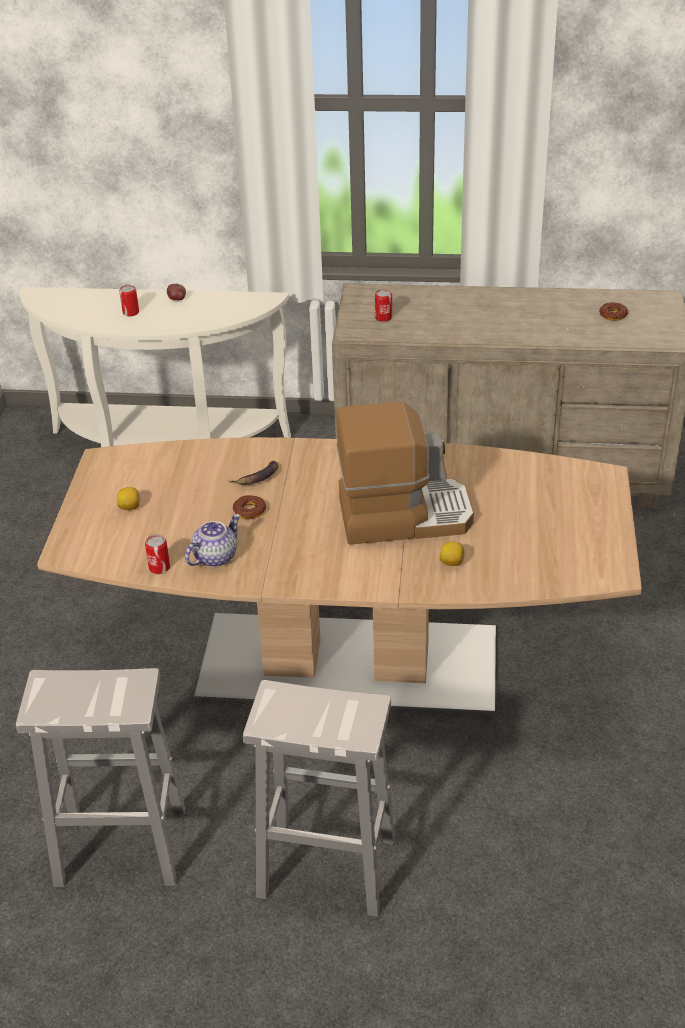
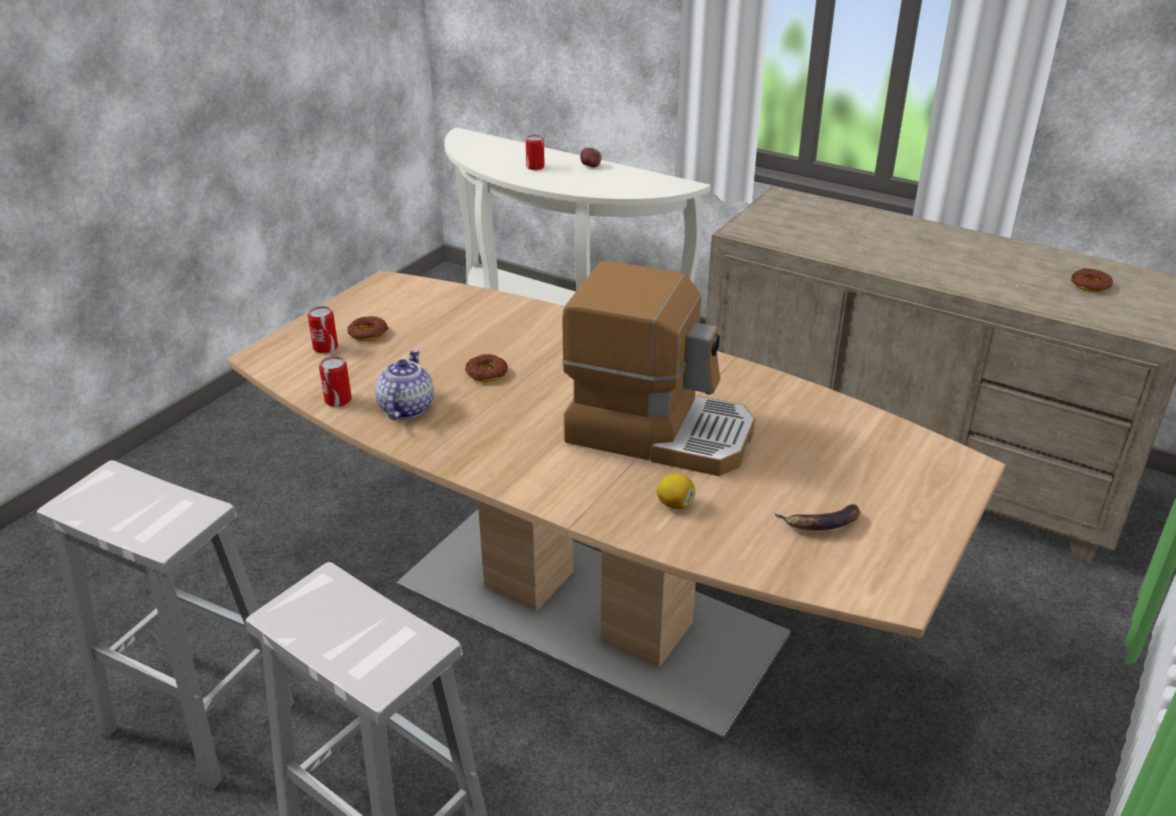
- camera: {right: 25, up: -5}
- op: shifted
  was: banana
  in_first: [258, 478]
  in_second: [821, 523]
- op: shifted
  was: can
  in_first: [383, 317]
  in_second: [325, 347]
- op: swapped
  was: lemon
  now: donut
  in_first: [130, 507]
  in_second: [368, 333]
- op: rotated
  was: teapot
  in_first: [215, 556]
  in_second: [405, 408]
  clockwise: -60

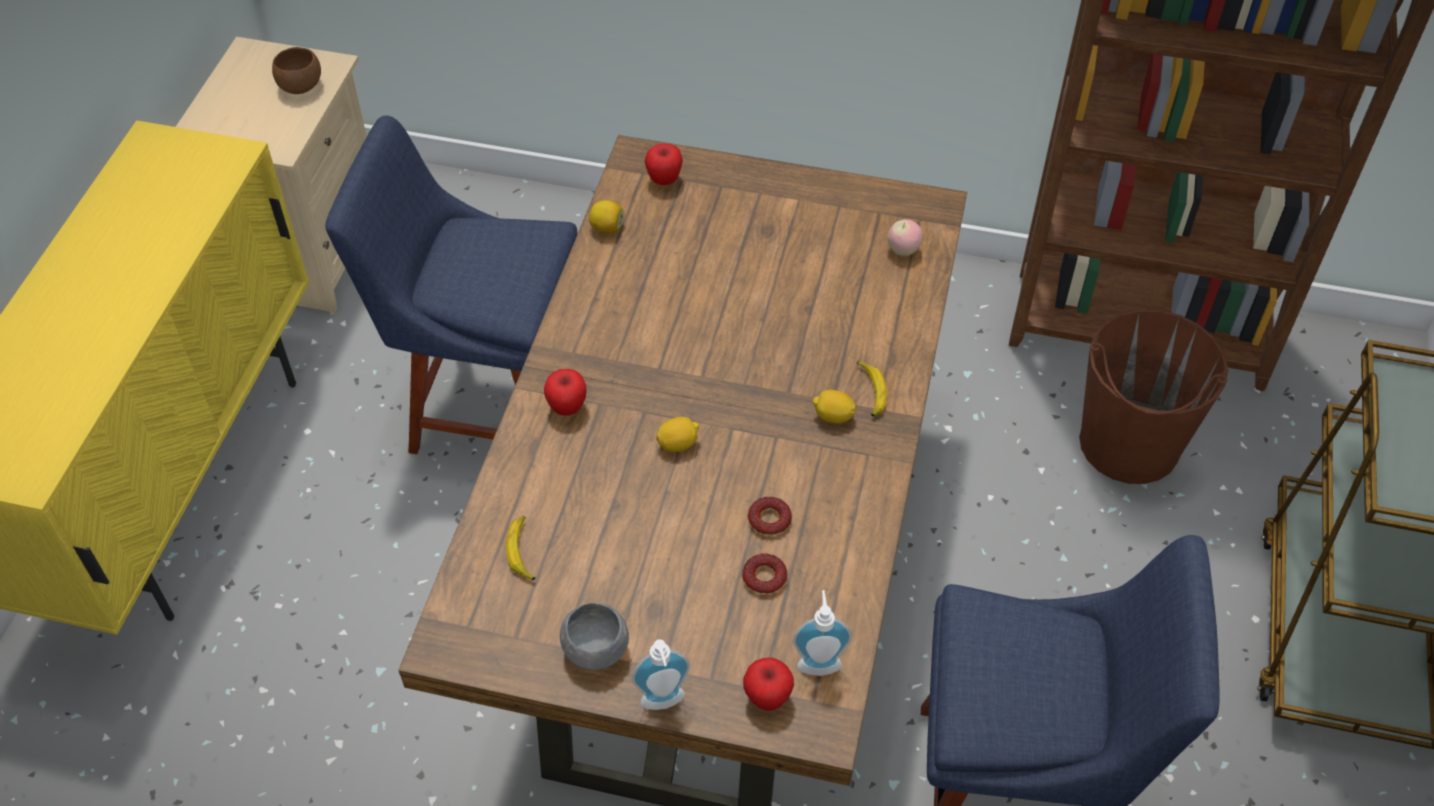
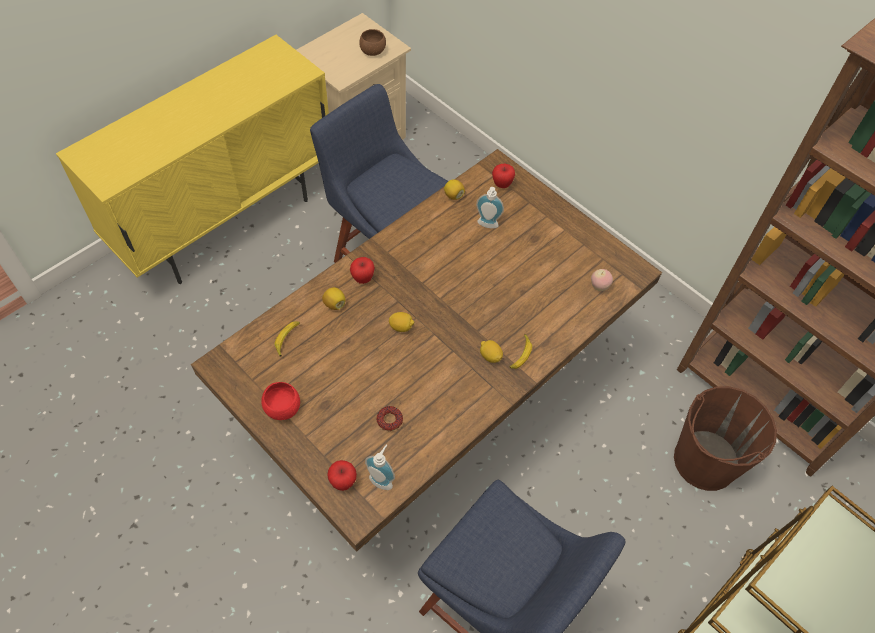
- camera: {right: 30, up: 5}
- op: gone
  was: donut
  in_first: [769, 520]
- op: new
  now: lemon
  in_second: [334, 304]
- op: shifted
  was: soap dispenser
  in_first: [664, 704]
  in_second: [487, 225]
- op: repainted
  was: grey bowl
  now: red bowl
  in_first: [596, 650]
  in_second: [282, 408]

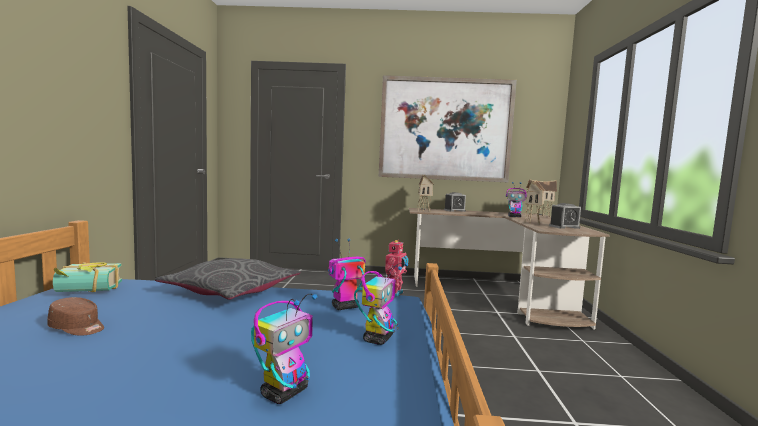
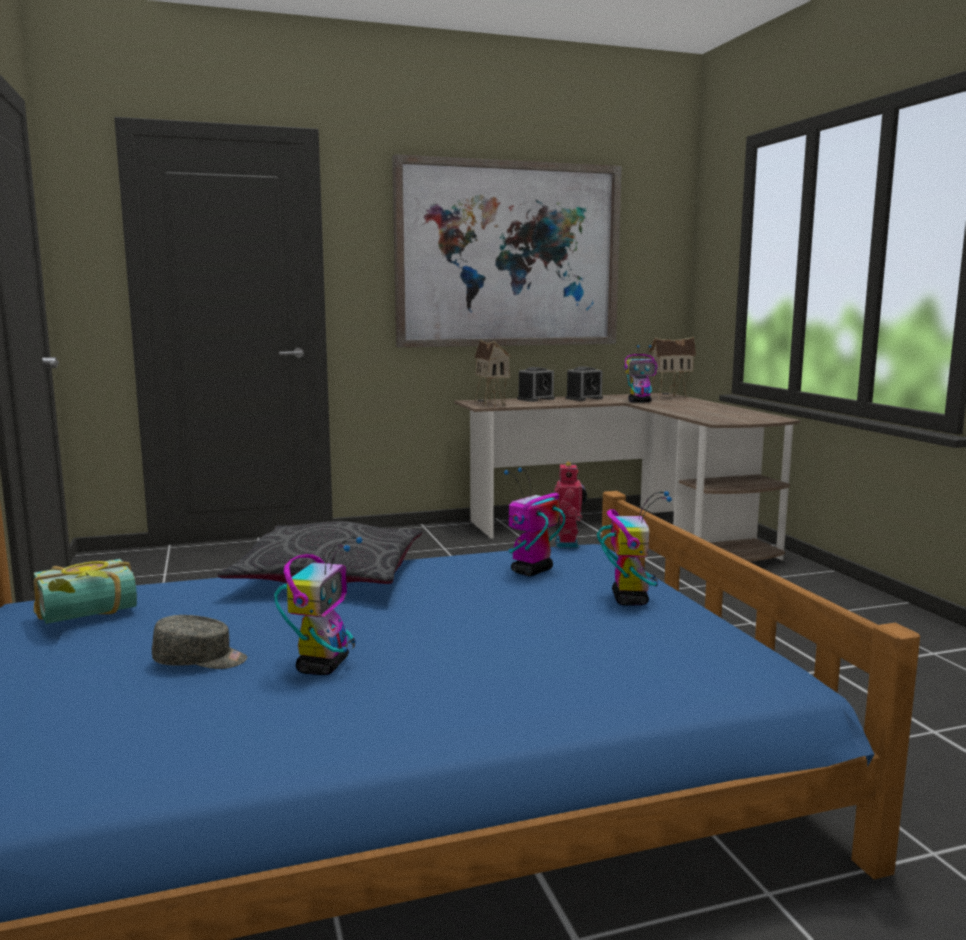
- camera: {right: -20, up: 5}
- op: gone
  was: toy house
  in_first: [534, 222]
- op: shifted
  was: toy robot
  in_first: [285, 392]
  in_second: [323, 665]
- op: shifted
  was: alarm clock
  in_first: [564, 227]
  in_second: [584, 398]
- op: repainted
  was: brown cap
  now: grey cap
  in_first: [78, 328]
  in_second: [200, 661]

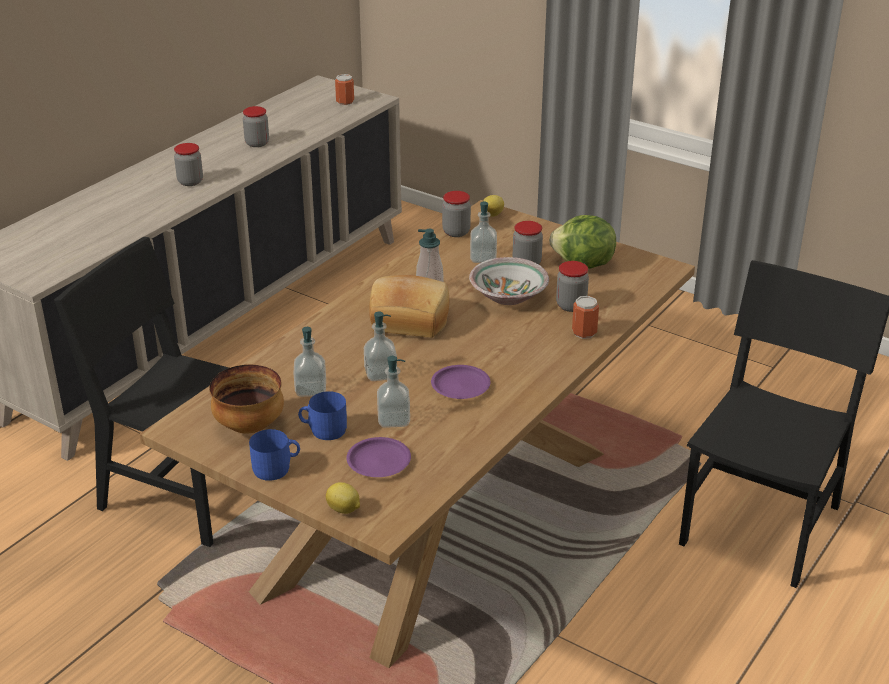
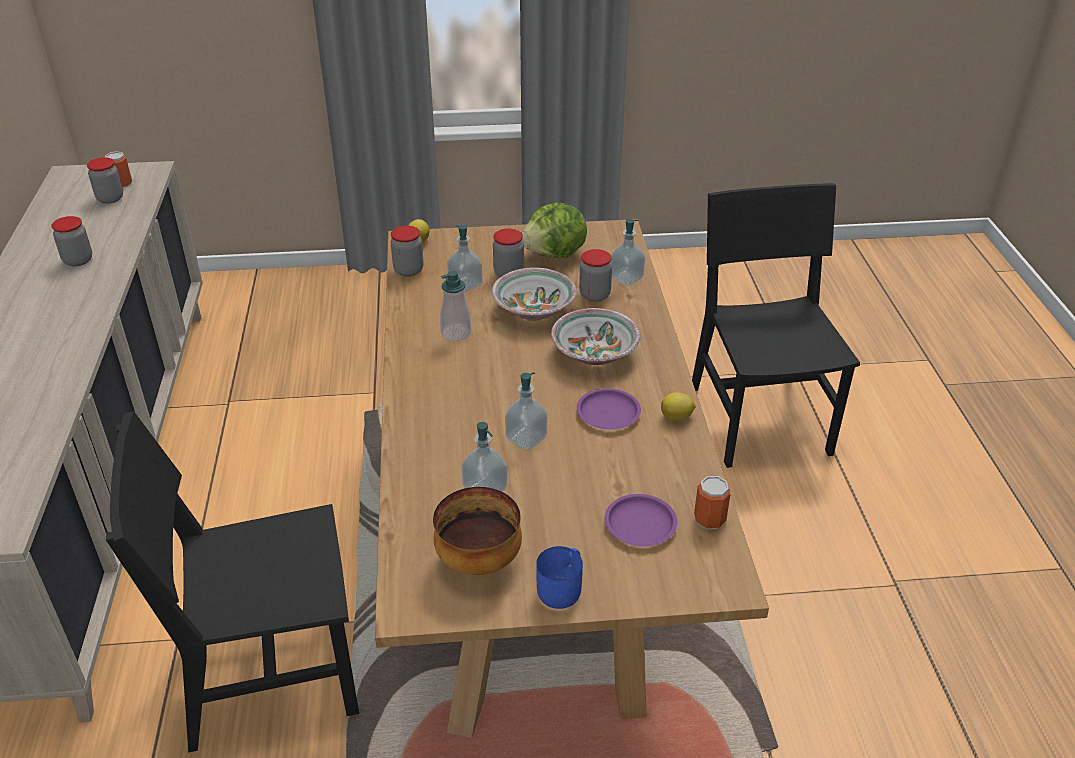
- camera: {right: -40, up: 5}
- op: gone
  was: blue mug
  in_first: [323, 429]
- op: gone
  was: bread
  in_first: [410, 319]
- op: new
  now: bowl
  in_second: [594, 354]
- op: shifted
  was: jar
  in_first: [190, 182]
  in_second: [110, 198]
- op: shifted
  was: lemon
  in_first: [344, 510]
  in_second: [677, 417]
- op: shifted
  was: soap dispenser
  in_first: [393, 420]
  in_second: [626, 278]
- op: shifted
  was: can
  in_first: [584, 332]
  in_second: [709, 519]

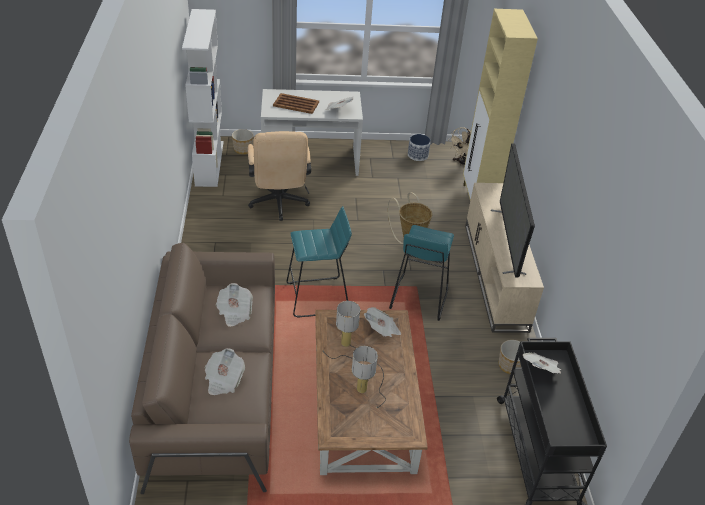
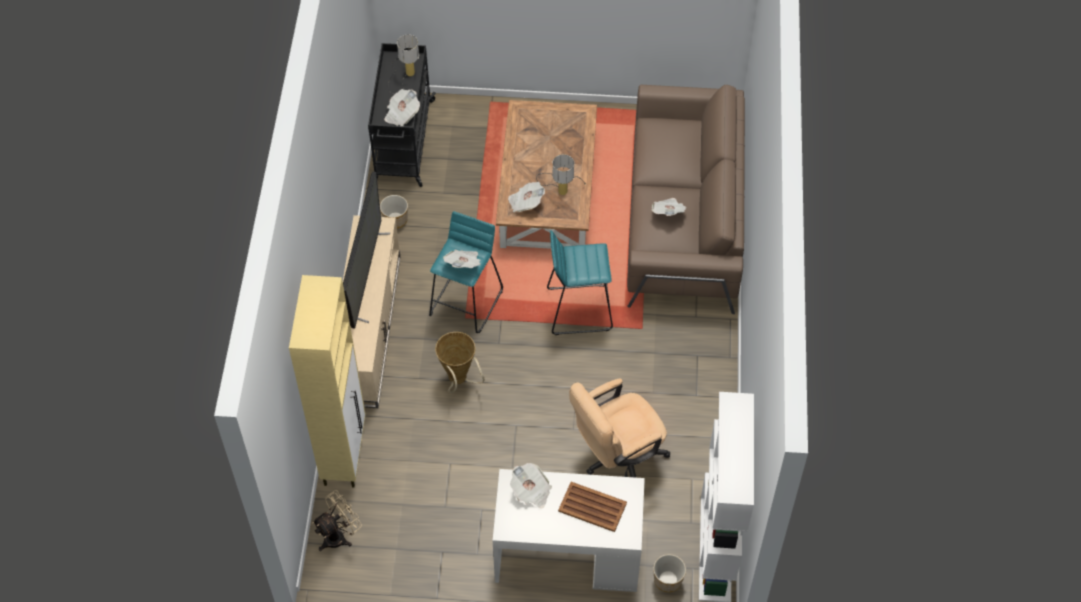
- camera: {right: -170, up: 15}
- op: gone
  was: planter
  in_first: [417, 155]
- op: shifted
  was: newspaper
  in_first: [223, 380]
  in_second: [464, 264]
- op: shifted
  was: table lamp
  in_first: [367, 386]
  in_second: [404, 74]
- op: rotated
  was: beige office chair
  in_first: [279, 205]
  in_second: [617, 457]
  clockwise: -120

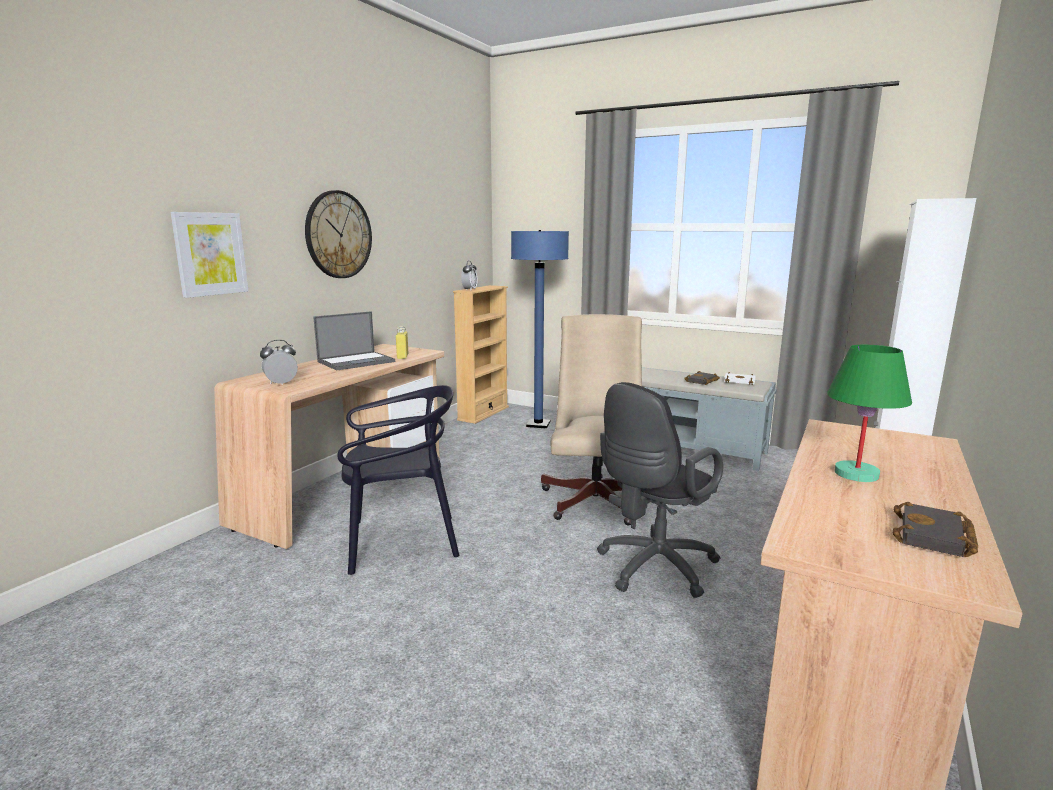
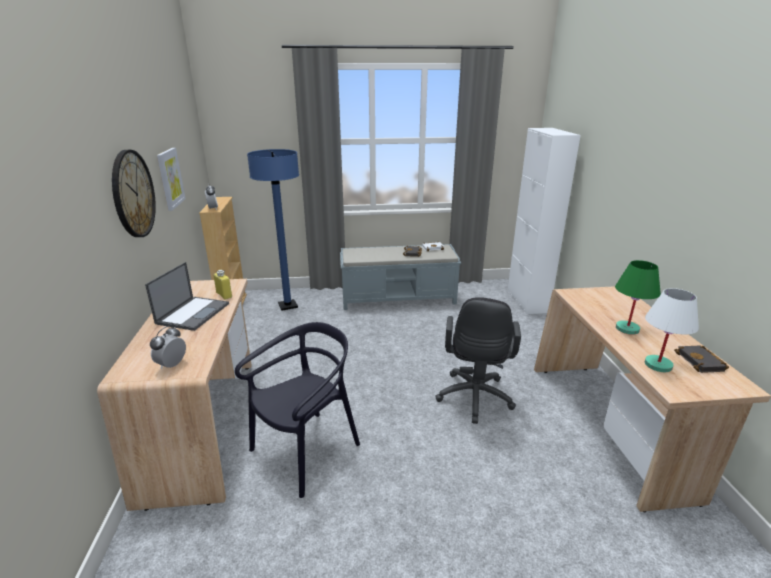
- camera: {right: -35, up: 10}
- op: gone
  was: beige office chair
  in_first: [597, 497]
- op: new
  now: white table lamp
  in_second: [658, 364]
- op: shifted
  was: picture
  in_first: [210, 254]
  in_second: [170, 178]

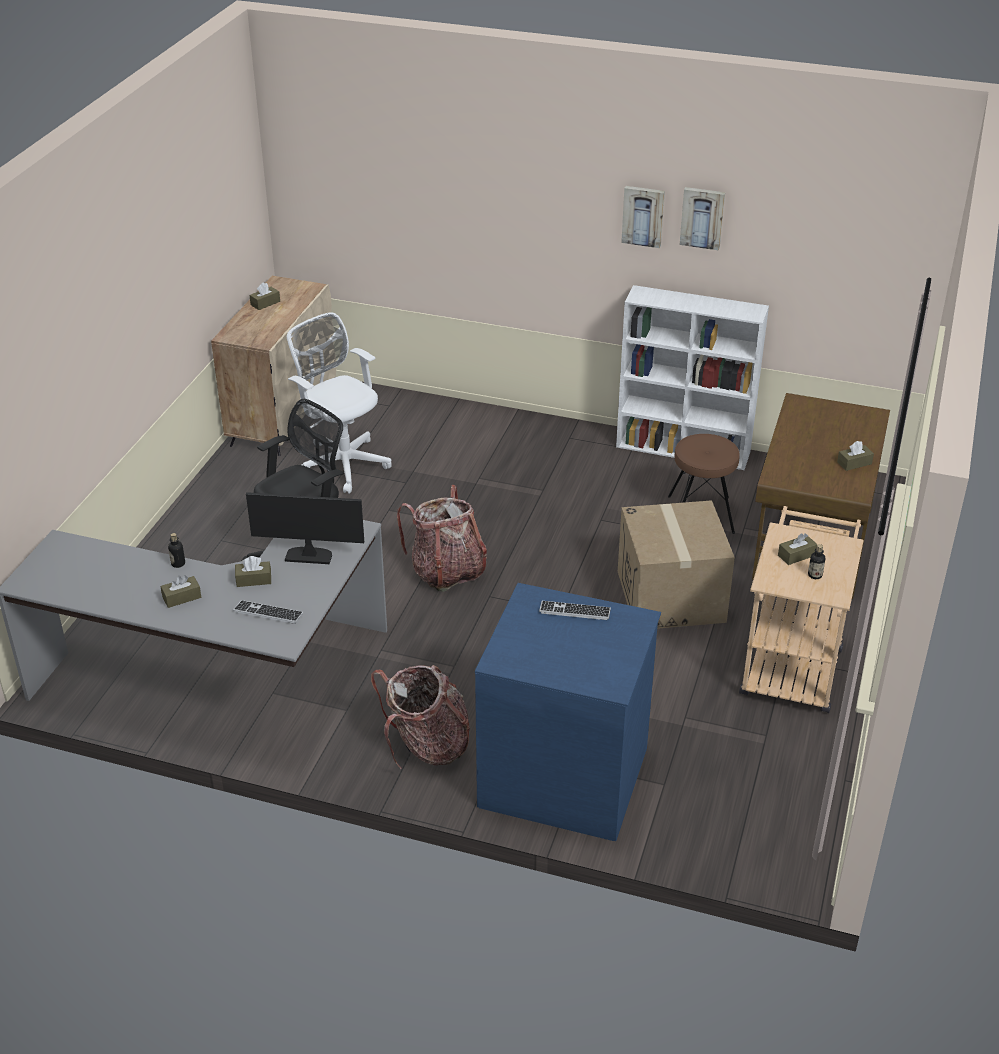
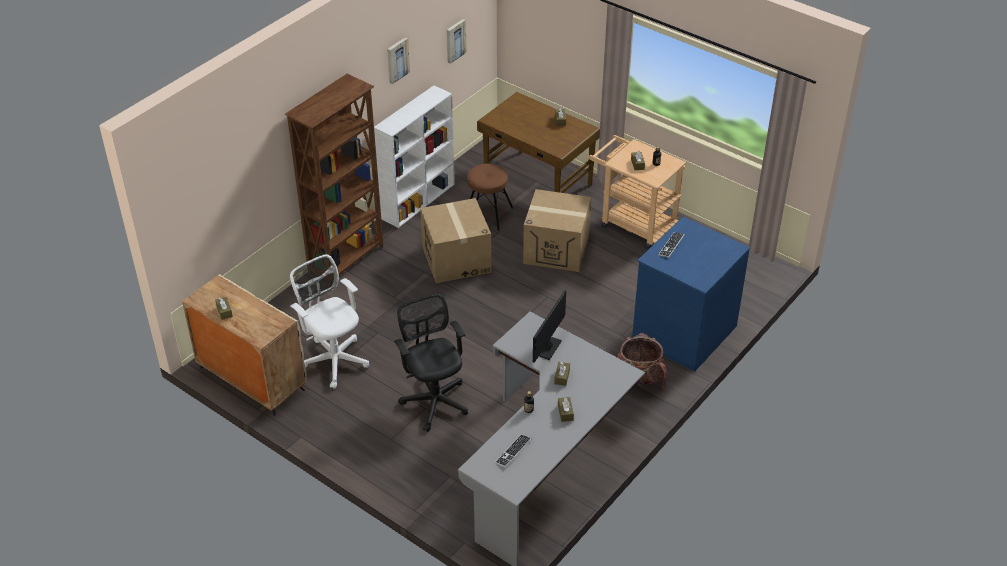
- camera: {right: -70, up: 5}
- op: gone
  was: backpack
  in_first: [447, 571]
- op: new
  now: brown bookcase
  in_second: [347, 260]
- op: new
  now: cardboard box
  in_second: [456, 259]
- op: shifted
  was: keyboard
  in_first: [268, 613]
  in_second: [513, 451]
- op: shifted
  was: picture
  in_first: [643, 216]
  in_second: [455, 40]
- op: rotated
  was: white office chair
  in_first: [342, 462]
  in_second: [333, 358]
  clockwise: 75

